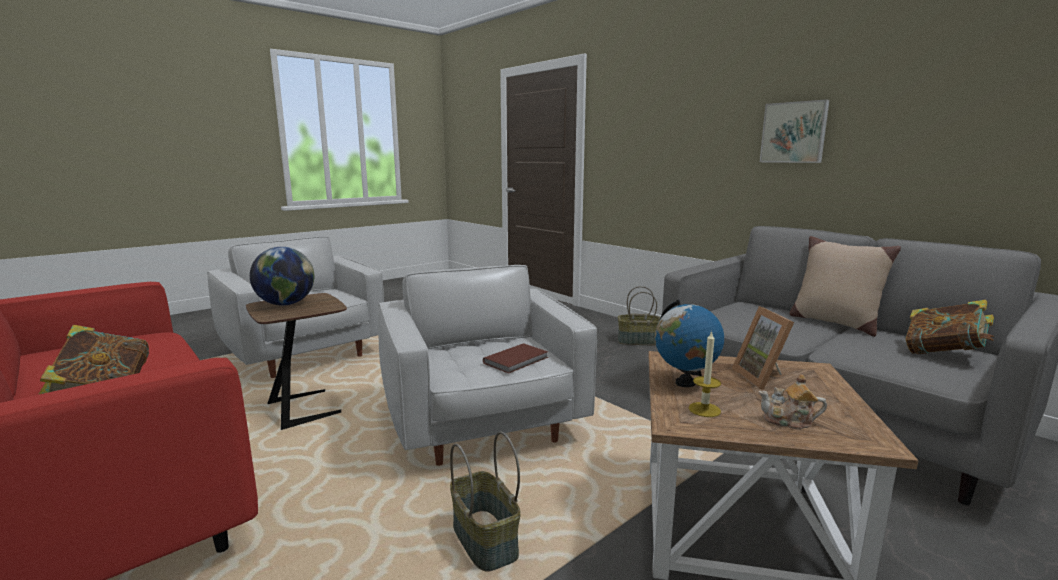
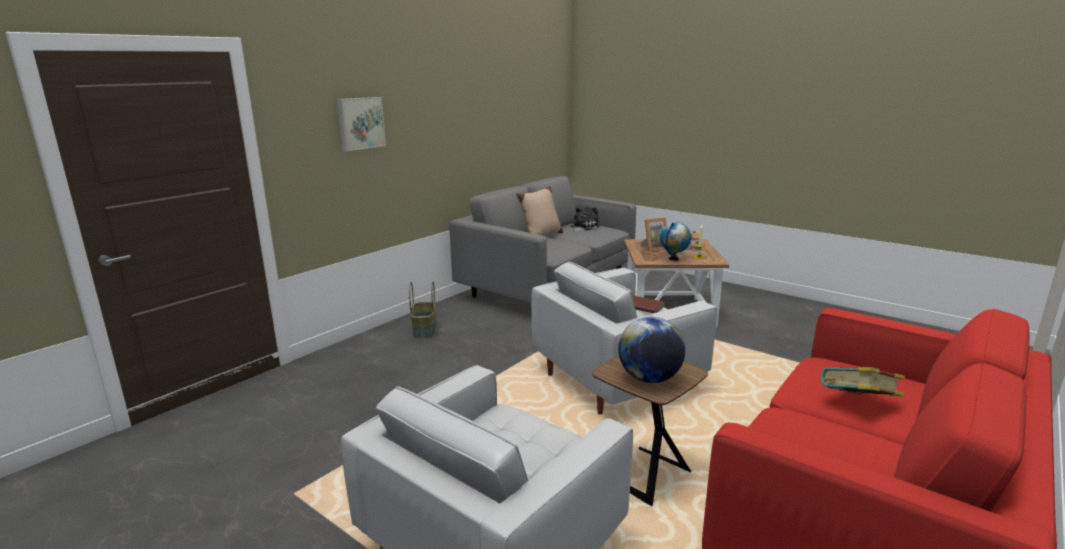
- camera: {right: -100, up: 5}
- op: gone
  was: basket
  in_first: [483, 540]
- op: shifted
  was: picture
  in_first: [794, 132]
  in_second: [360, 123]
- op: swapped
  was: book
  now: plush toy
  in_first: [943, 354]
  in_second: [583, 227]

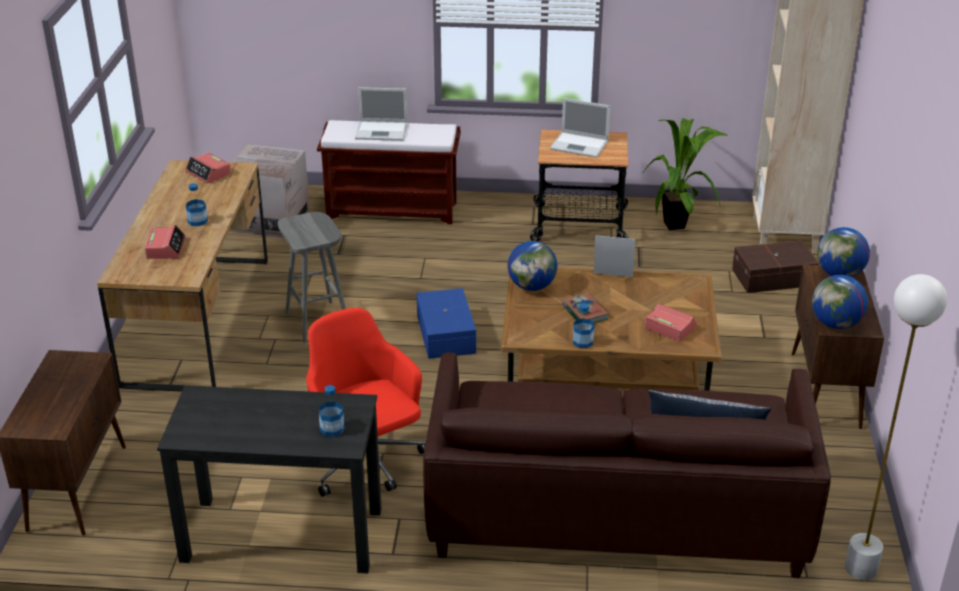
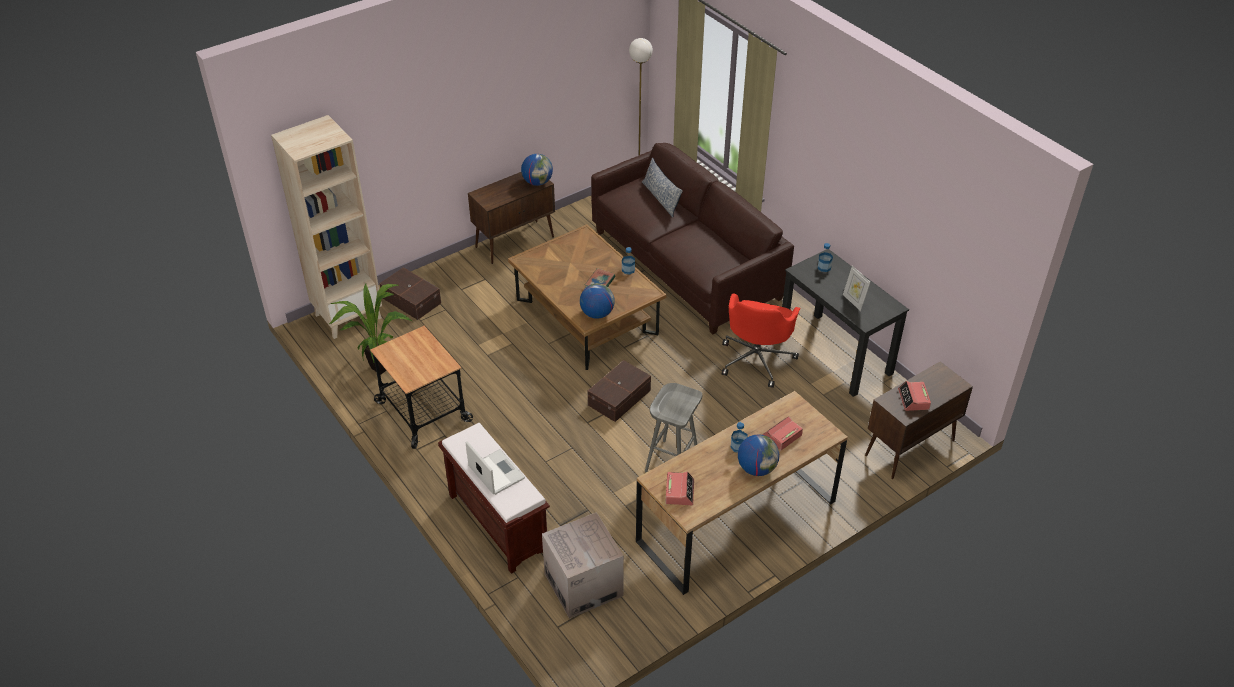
- camera: {right: -130, up: 10}
- op: gone
  was: laptop
  in_first: [580, 145]
- op: shifted
  was: picture frame
  in_first: [612, 277]
  in_second: [853, 301]
- op: shifted
  was: alarm clock
  in_first: [669, 327]
  in_second: [913, 399]
- op: shifted
  was: globe
  in_first: [839, 274]
  in_second: [756, 468]
- op: repainted
  was: blue storage box
  now: brown storage box
  in_first: [444, 335]
  in_second: [620, 398]

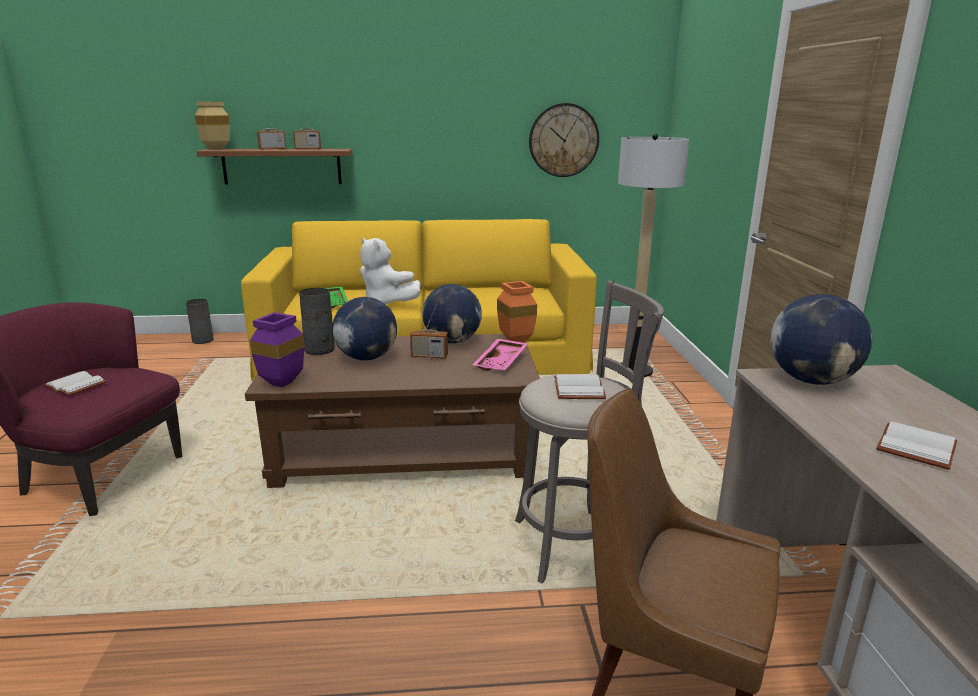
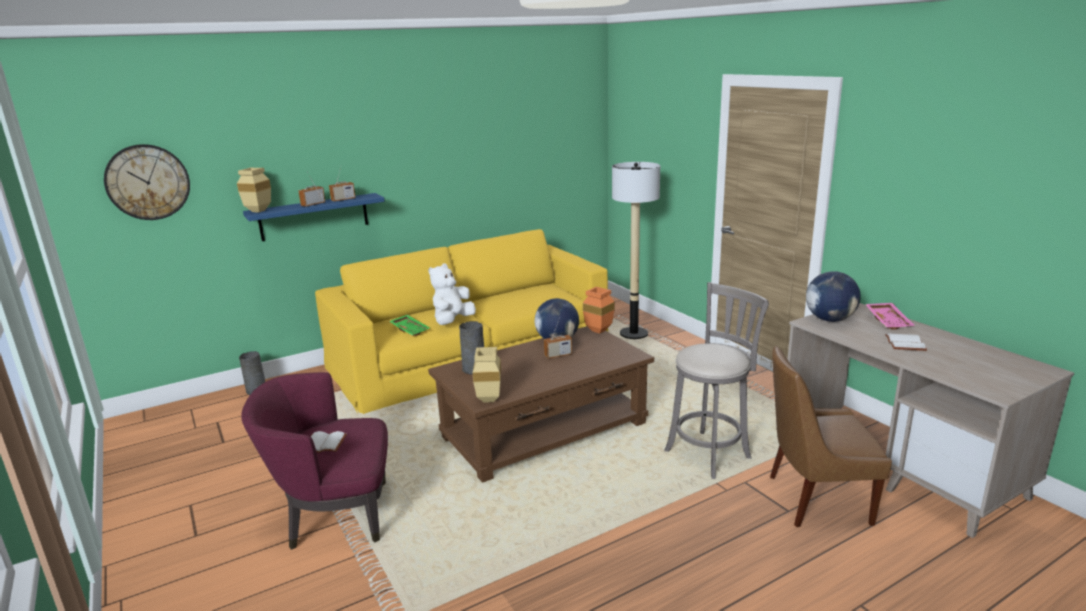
- camera: {right: -25, up: 0}
- op: gone
  was: globe
  in_first: [366, 358]
- op: gone
  was: white book
  in_first: [580, 389]
- op: shifted
  was: pink tray
  in_first: [502, 362]
  in_second: [889, 321]
- op: shifted
  was: wall clock
  in_first: [563, 140]
  in_second: [147, 182]
- op: repainted
  was: brown shelf
  now: blue shelf
  in_first: [282, 166]
  in_second: [314, 217]
- op: repainted
  was: purple vase
  now: beige vase
  in_first: [281, 384]
  in_second: [490, 400]
- op: rotated
  was: white plush toy
  in_first: [386, 303]
  in_second: [452, 321]
  clockwise: 105

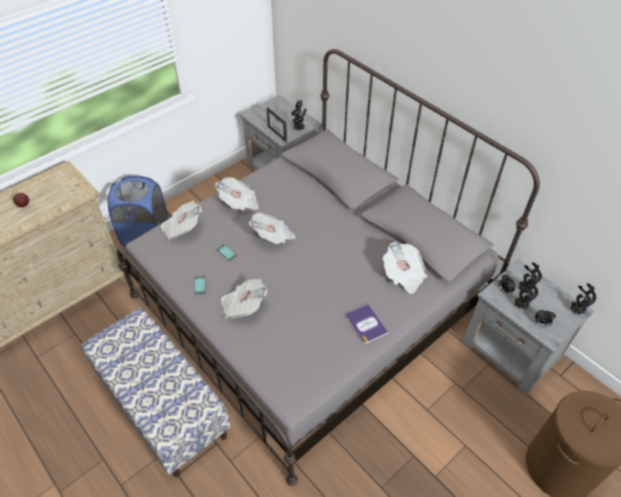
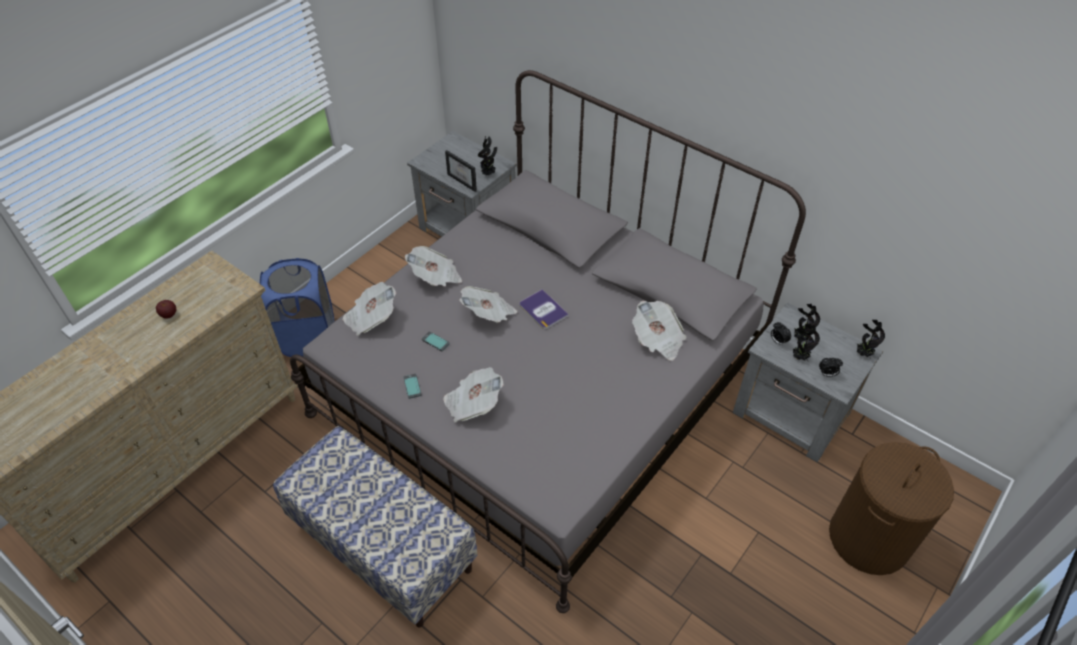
- camera: {right: -10, up: 0}
- op: shifted
  was: book
  in_first: [366, 324]
  in_second: [543, 310]

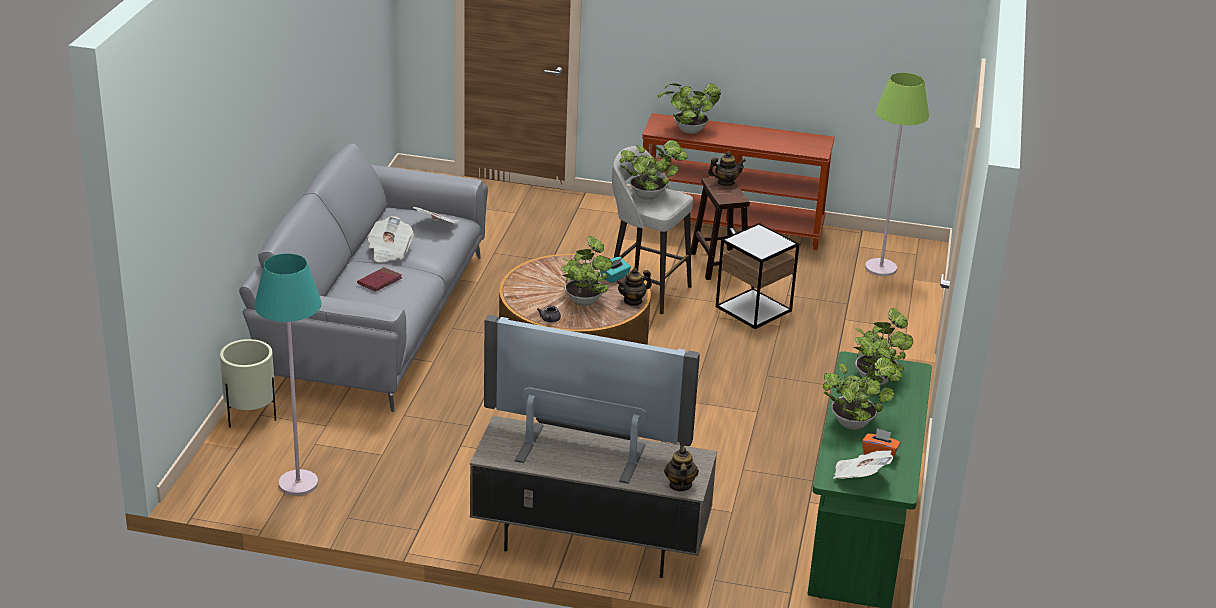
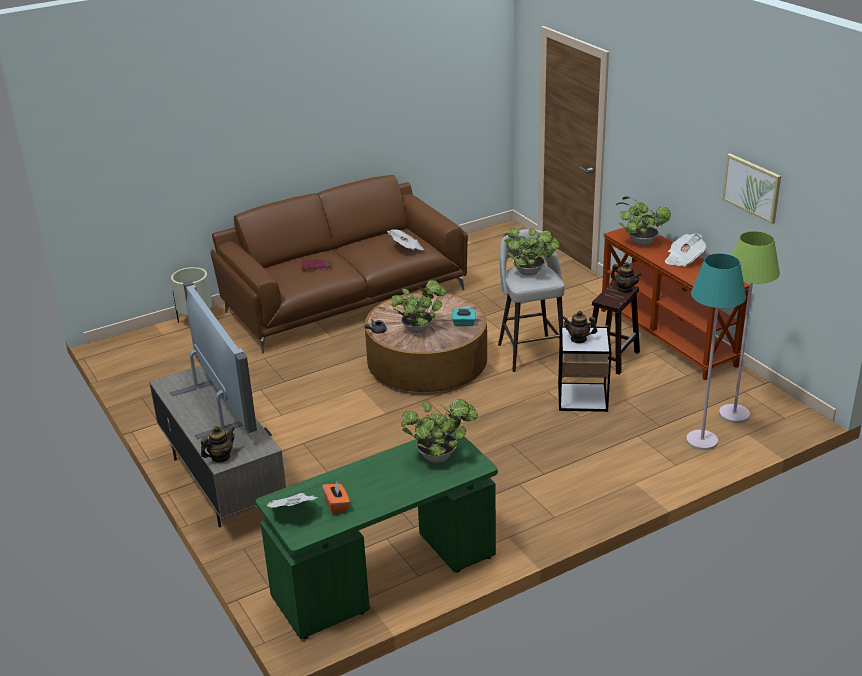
- camera: {right: 50, up: 0}
- op: gone
  was: potted plant
  in_first: [855, 422]
- op: new
  now: picture
  in_second: [752, 187]
- op: shifted
  was: turquoise floor lamp
  in_first: [298, 483]
  in_second: [701, 440]
- op: shifted
  was: newspaper
  in_first: [389, 251]
  in_second: [683, 260]
- op: shifted
  was: teapot
  in_first: [633, 301]
  in_second: [578, 339]
- op: repainted
  was: grey sofa
  now: brown sofa
  in_first: [373, 319]
  in_second: [344, 298]

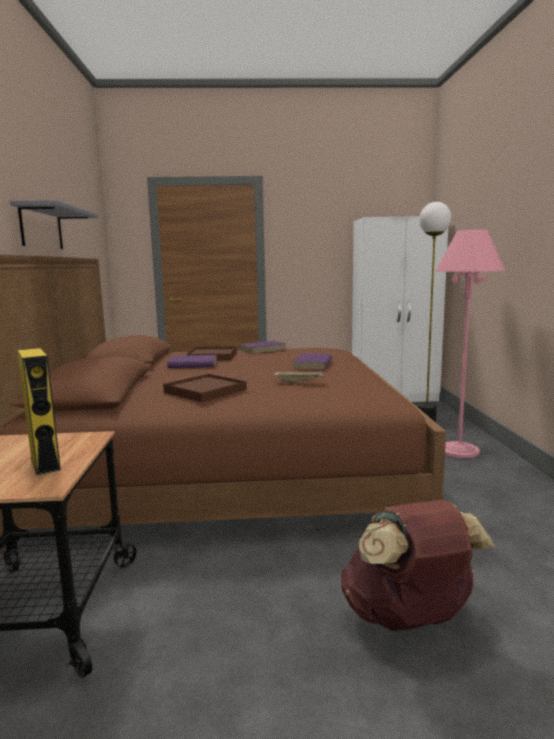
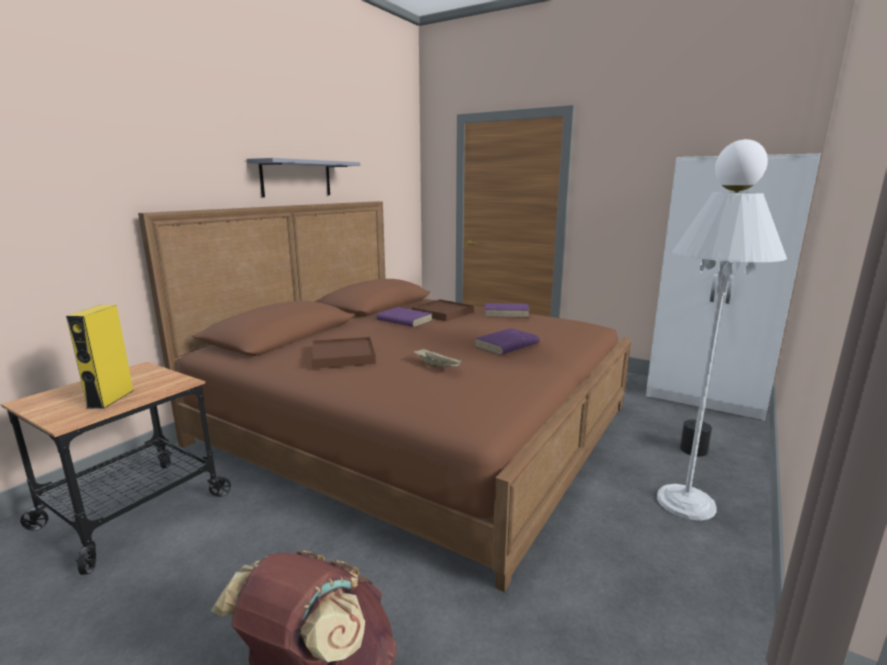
- camera: {right: 35, up: 5}
- op: repainted
  was: pink floor lamp
  now: white floor lamp
  in_first: [459, 450]
  in_second: [685, 502]

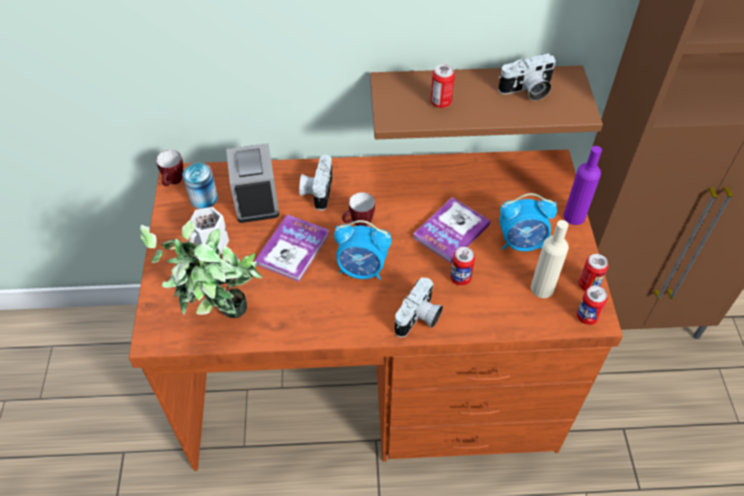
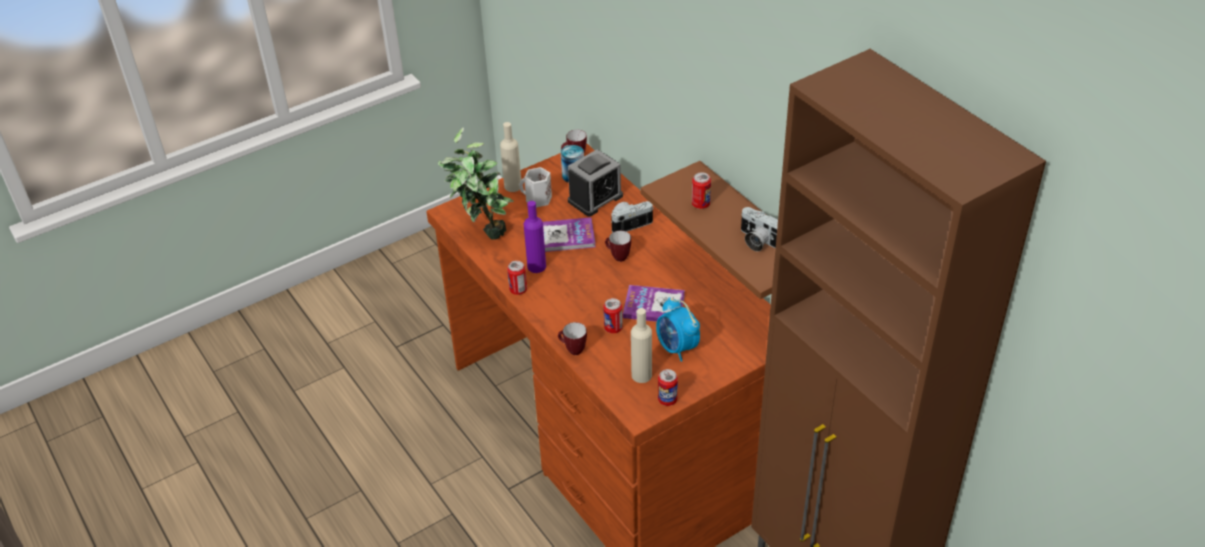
- camera: {right: 60, up: -10}
- op: gone
  was: alarm clock
  in_first: [362, 269]
- op: gone
  was: photo camera
  in_first: [419, 319]
- op: new
  now: beige bottle
  in_second: [513, 186]
- op: new
  now: mug
  in_second: [572, 350]
- op: shifted
  was: purple bottle
  in_first: [574, 216]
  in_second: [536, 266]
- op: shifted
  was: can
  in_first: [587, 316]
  in_second: [518, 290]

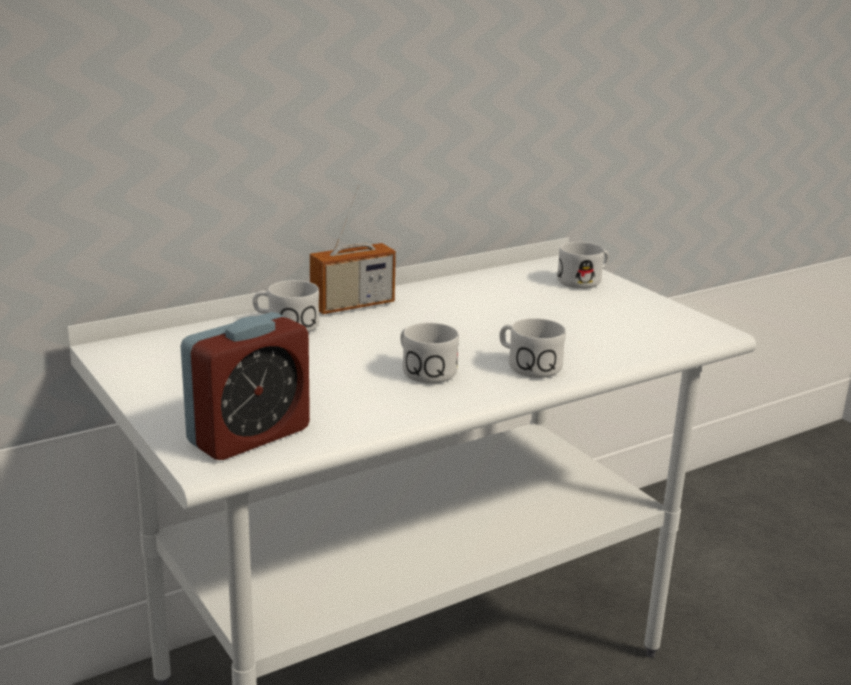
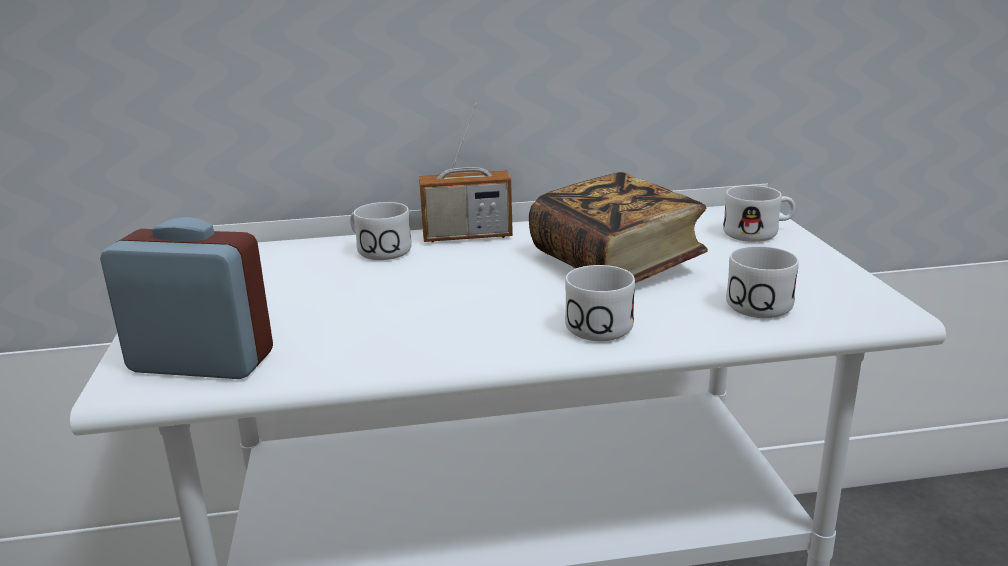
- camera: {right: 25, up: 0}
- op: new
  now: book
  in_second: [615, 263]
- op: shifted
  was: white mug
  in_first: [423, 370]
  in_second: [752, 301]
- op: rotated
  was: alarm clock
  in_first: [249, 436]
  in_second: [202, 362]
  clockwise: -150

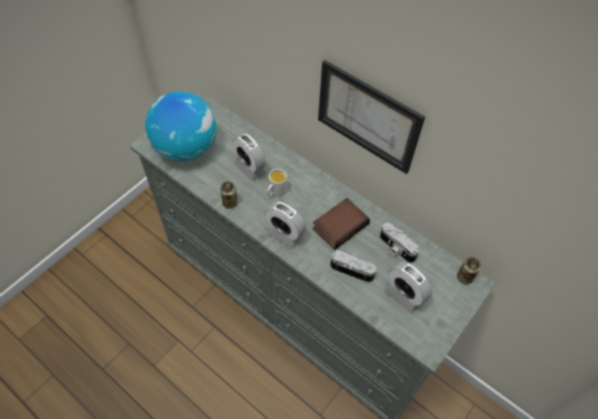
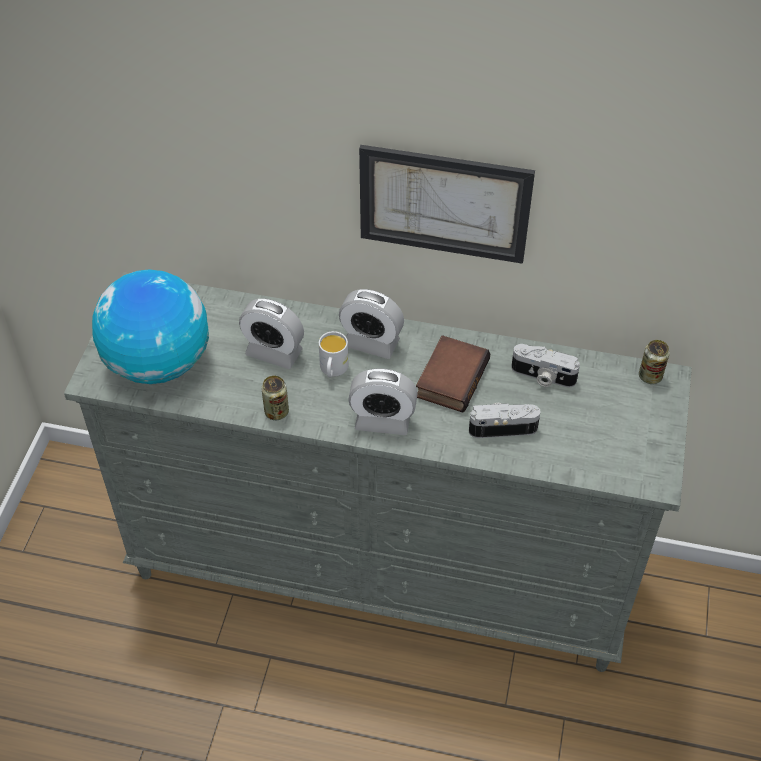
- camera: {right: -25, up: -5}
- op: shifted
  was: alarm clock
  in_first: [404, 295]
  in_second: [371, 343]

